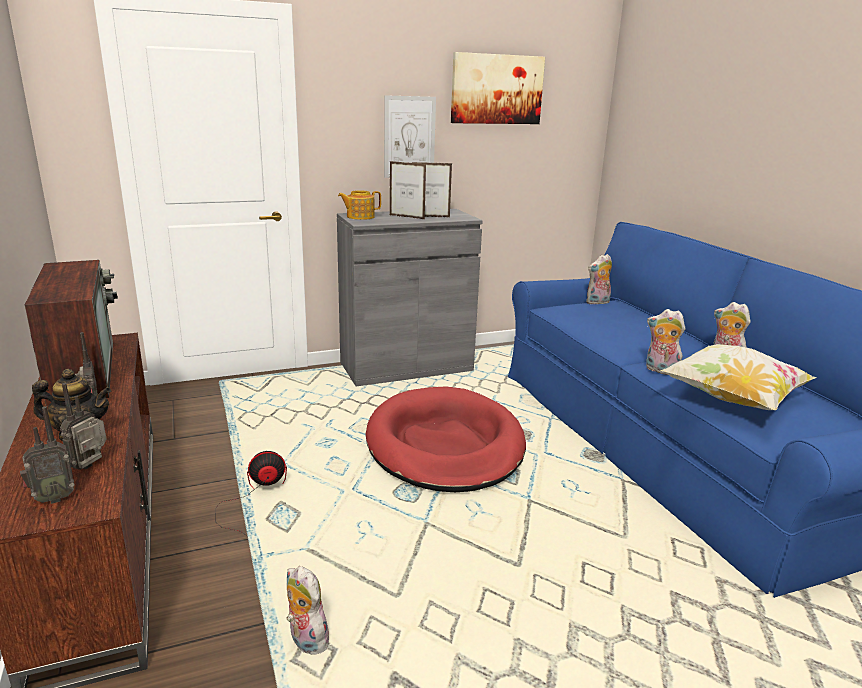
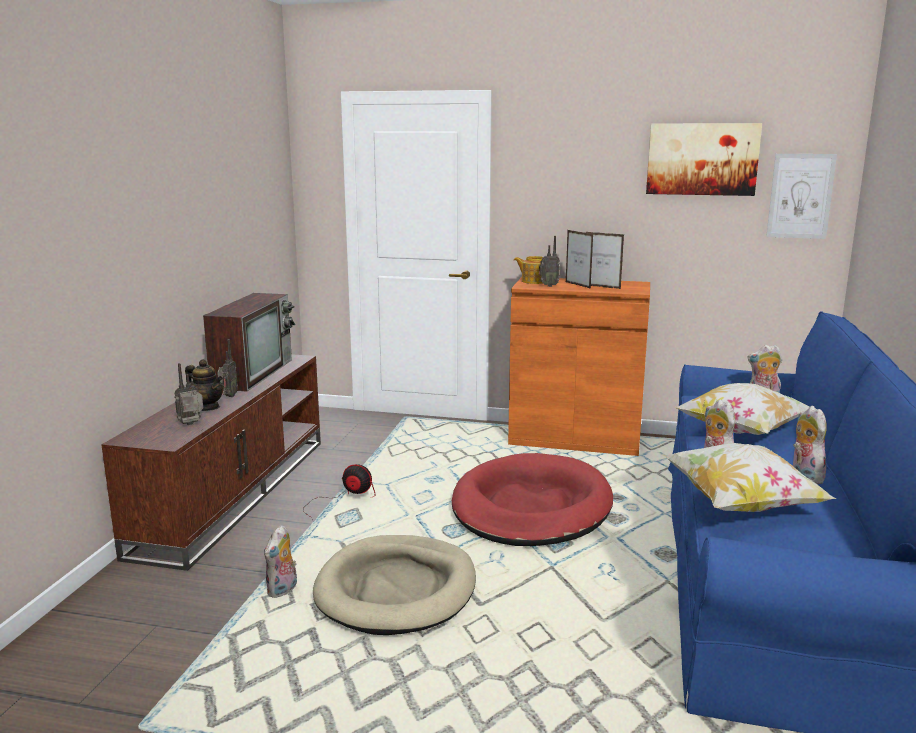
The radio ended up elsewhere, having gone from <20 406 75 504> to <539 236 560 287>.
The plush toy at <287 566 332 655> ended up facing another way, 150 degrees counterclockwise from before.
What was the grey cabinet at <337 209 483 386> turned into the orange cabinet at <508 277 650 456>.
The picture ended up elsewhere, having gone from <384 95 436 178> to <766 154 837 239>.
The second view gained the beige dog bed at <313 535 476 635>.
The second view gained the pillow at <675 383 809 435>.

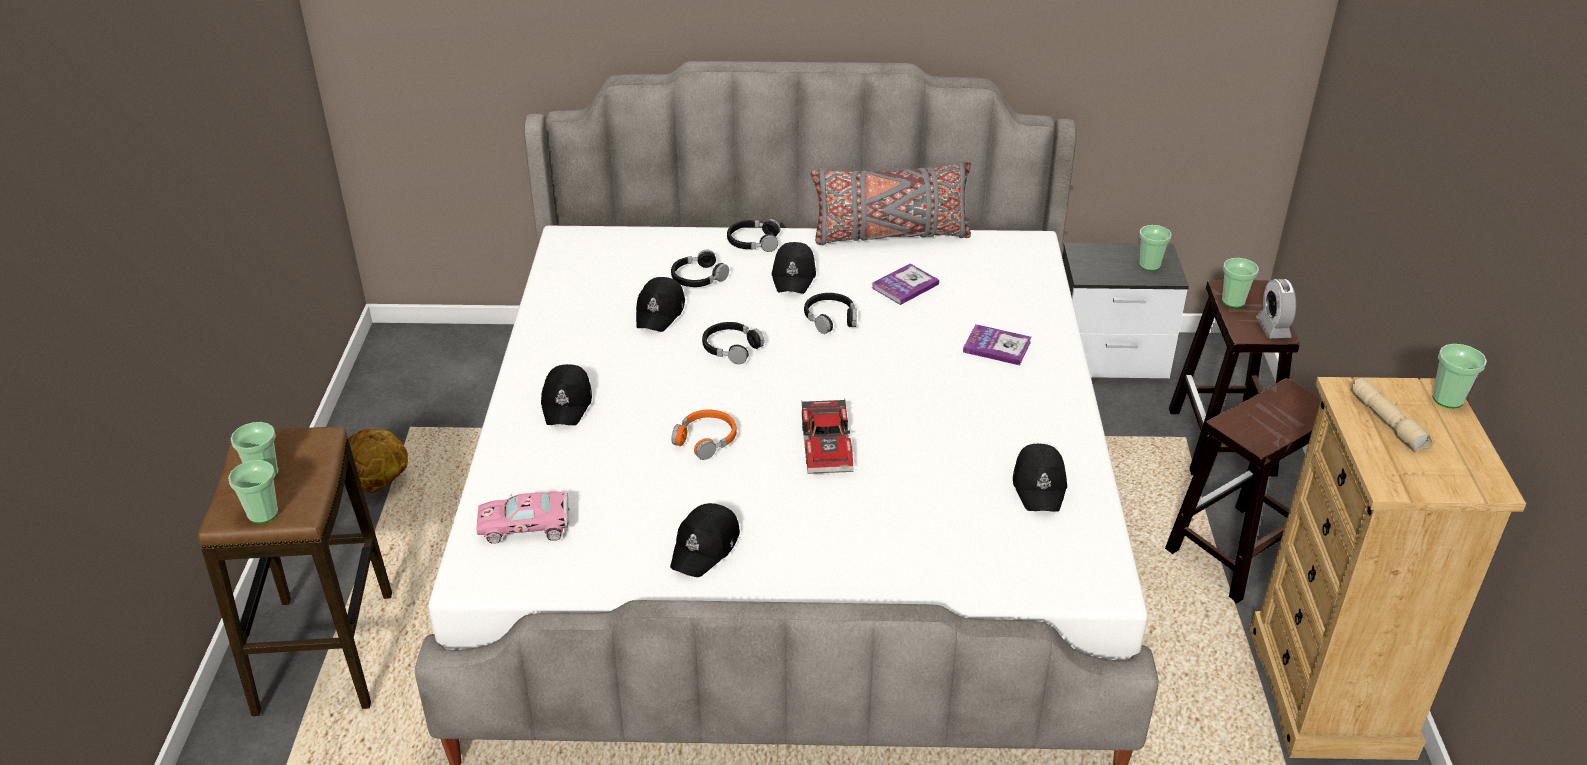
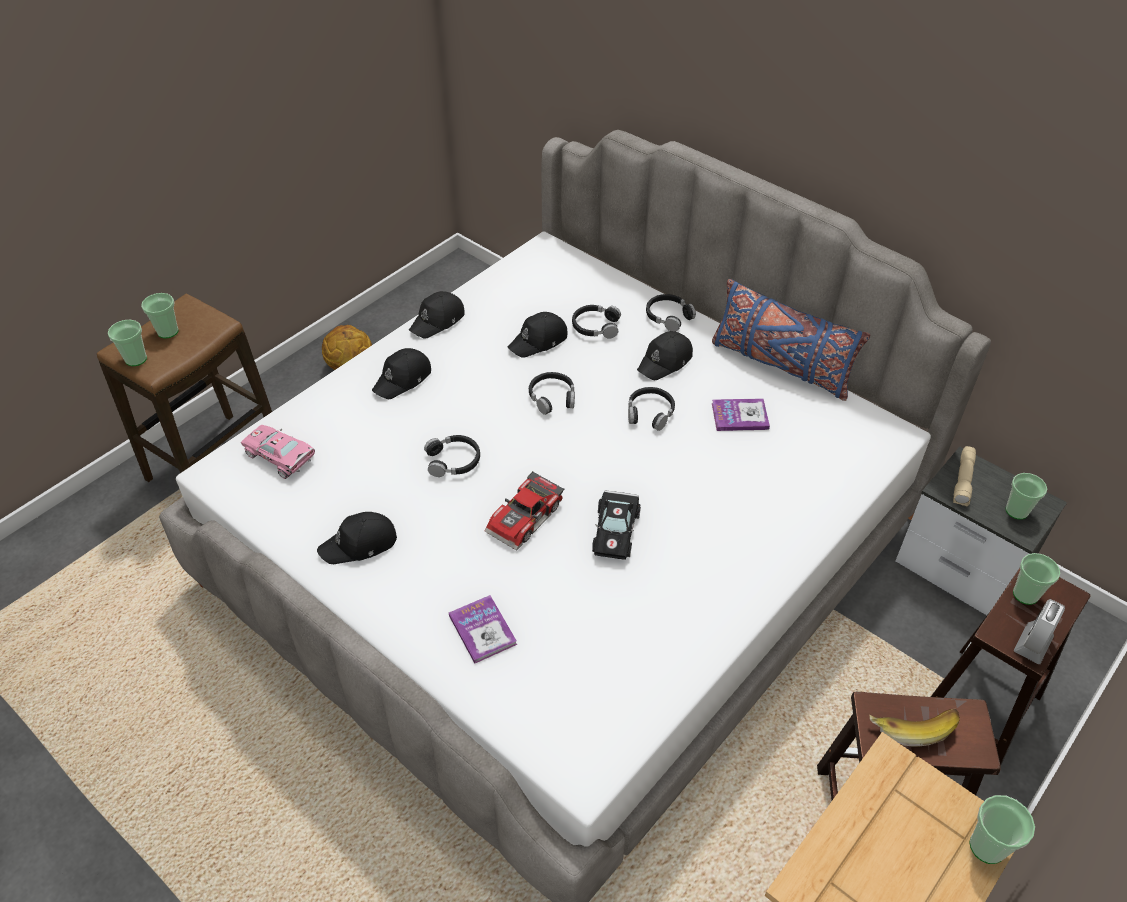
What was the orange headphones at <672 410 737 460> turned into the black headphones at <424 435 480 477>.
What was the grey pillow at <811 162 971 245> turned into the blue pillow at <712 279 870 401>.
The book ended up elsewhere, having gone from <963 324 1031 365> to <449 595 517 664>.
The black cap ended up elsewhere, having gone from <1013 444 1067 512> to <409 291 465 339>.
The beige flashlight ended up elsewhere, having gone from <1351 378 1433 452> to <953 446 976 506>.
The second view gained the black toy car at <592 490 641 560>.
The second view gained the banana at <870 709 960 747>.

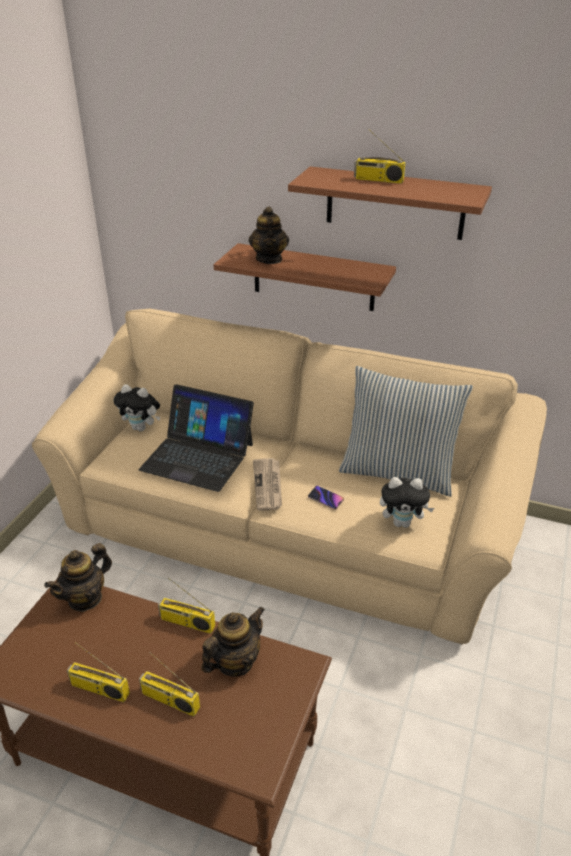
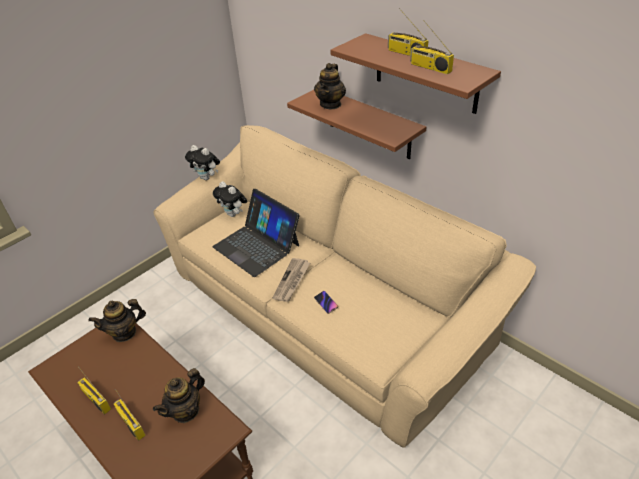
The radio ended up elsewhere, having gone from <158 577 215 634> to <410 21 454 74>.
The teapot at <201 606 265 677> ended up facing another way, 150 degrees clockwise from before.
The second view lost the pillow at <339 366 473 497>.
The plush toy ended up elsewhere, having gone from <380 477 434 528> to <185 145 220 180>.

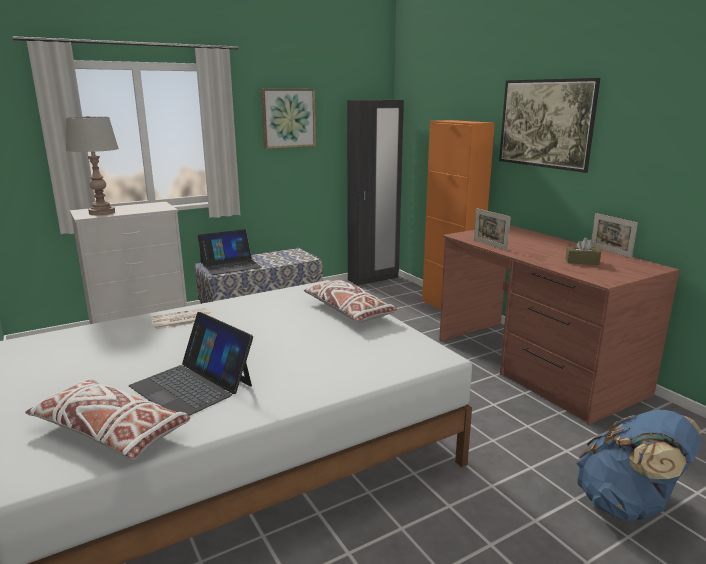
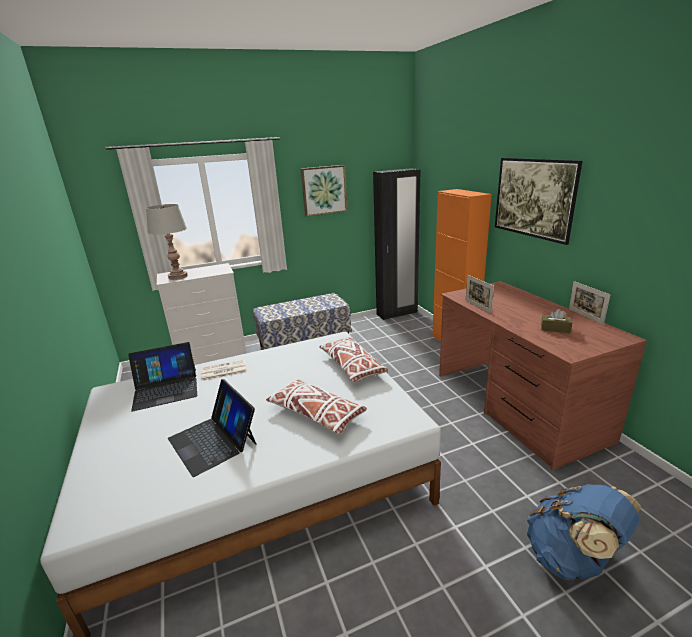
The white pillow ended up elsewhere, having gone from <25 379 190 460> to <266 379 367 435>.
The laptop ended up elsewhere, having gone from <198 229 262 275> to <128 342 197 412>.

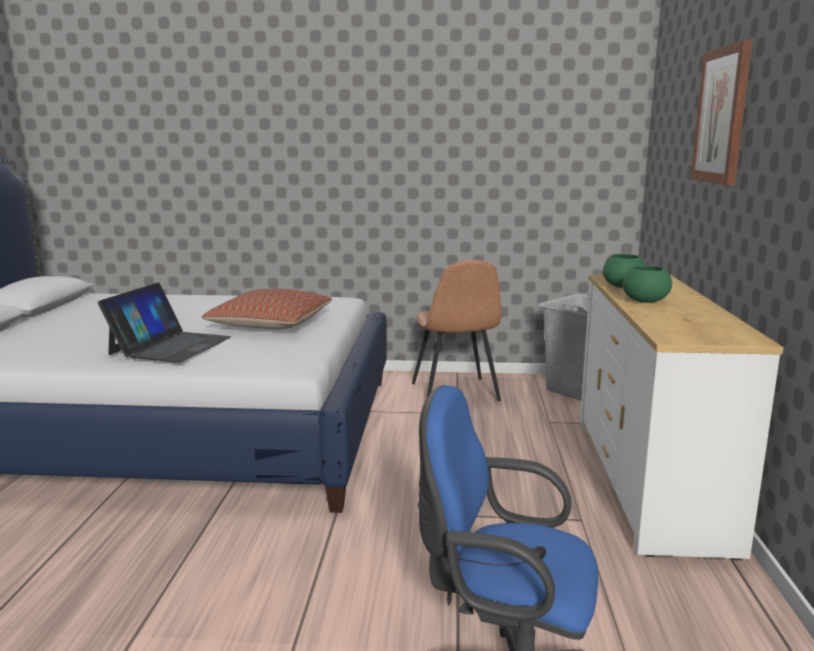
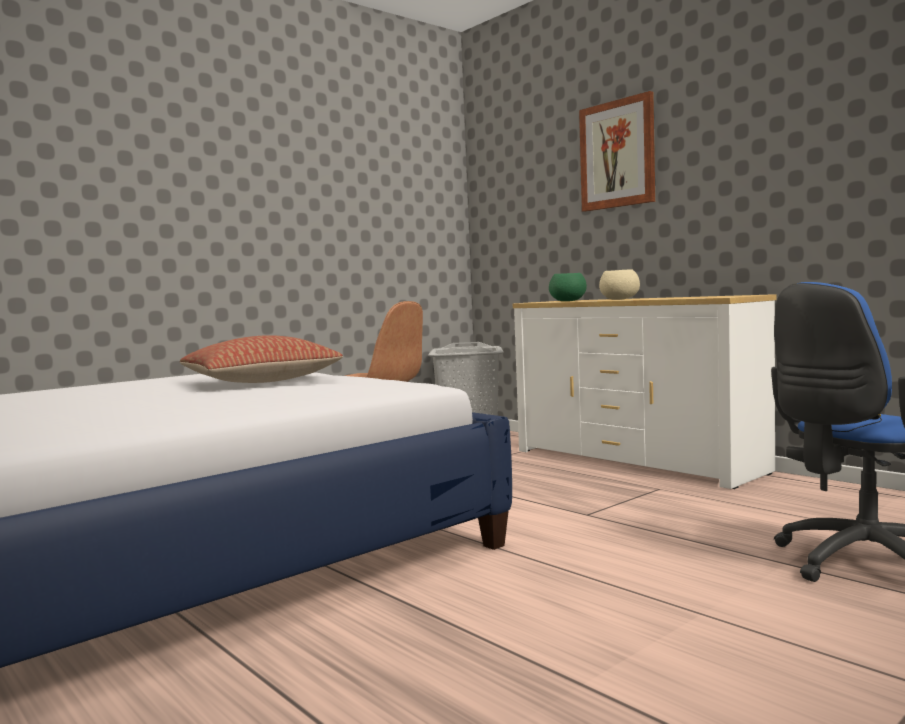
The second view lost the laptop at <98 283 231 363>.
What was the green bowl at <623 265 672 303> turned into the beige bowl at <599 269 640 300>.

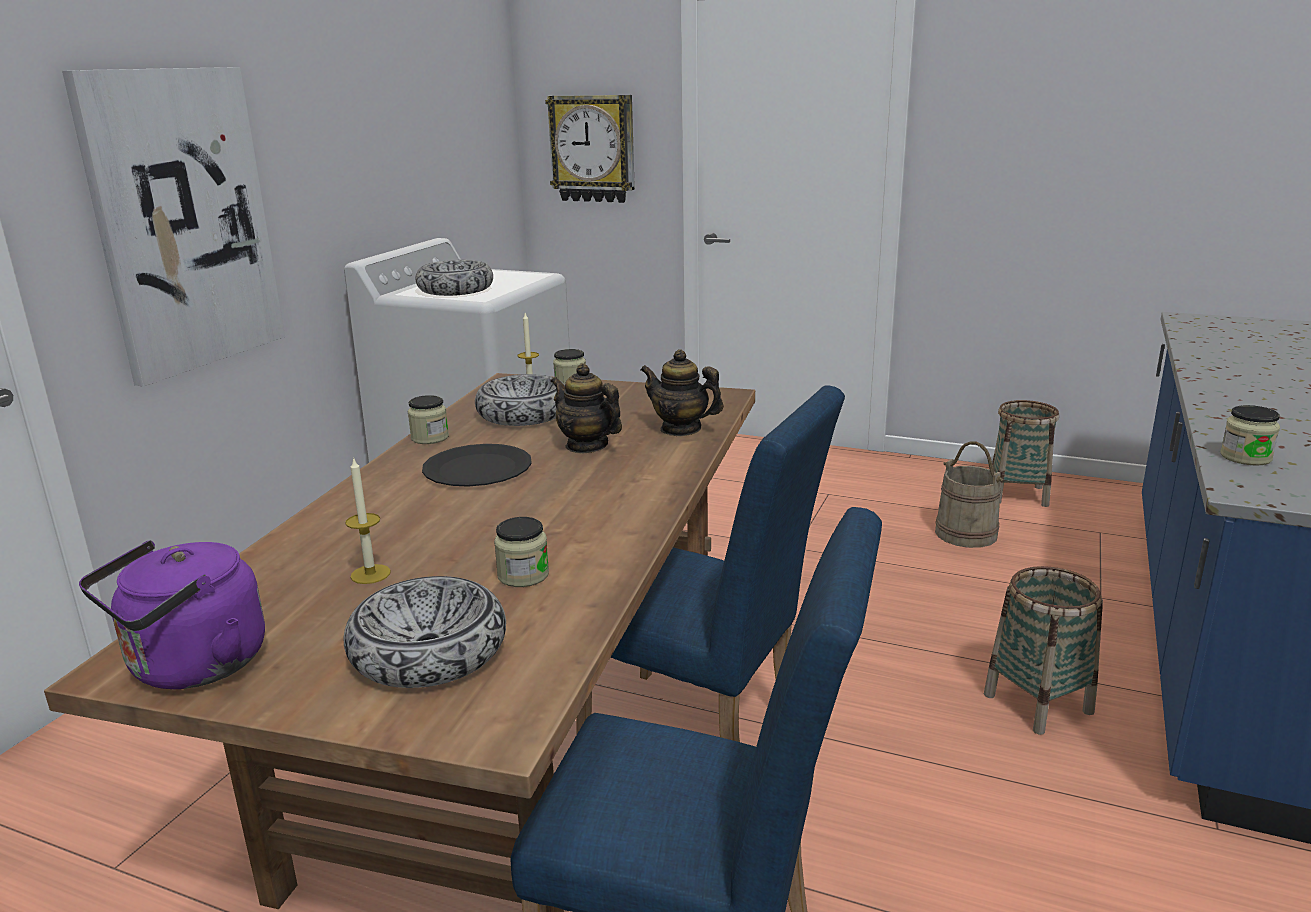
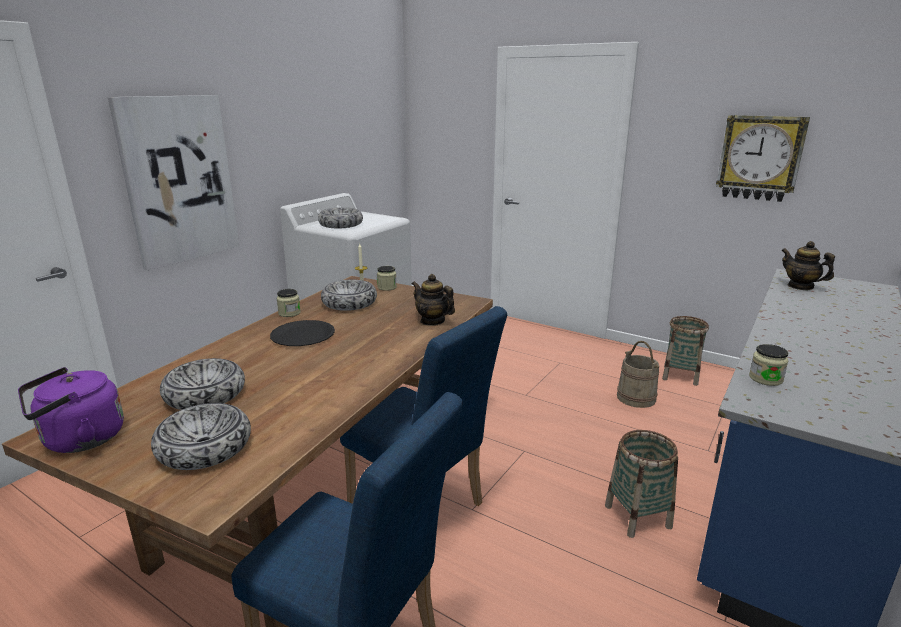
Where the candle stood at <345 457 391 584>, the bowl came to stand at <160 358 245 410>.
The second view lost the jar at <494 517 549 587>.
The wall clock ended up elsewhere, having gone from <545 95 635 203> to <716 115 810 202>.
The teapot ended up elsewhere, having gone from <551 363 622 453> to <781 241 835 290>.

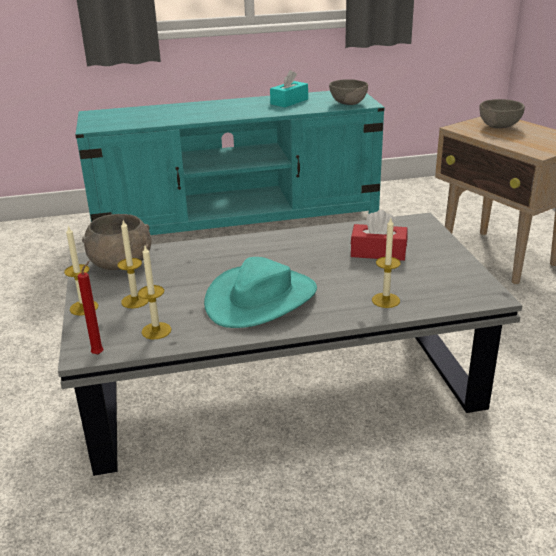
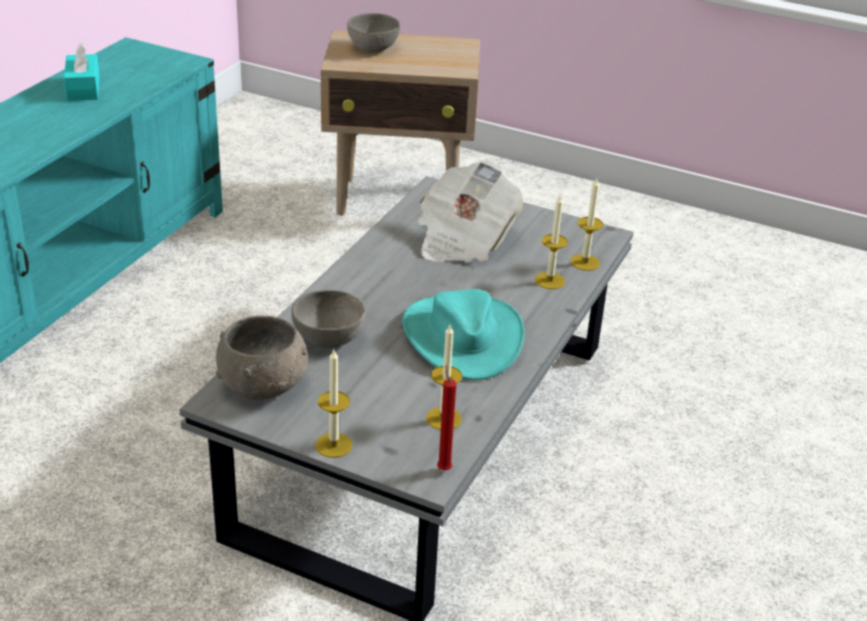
The candle ended up elsewhere, having gone from <118 220 149 309> to <570 178 603 271>.
The grey bowl ended up elsewhere, having gone from <329 79 368 105> to <291 290 366 348>.
Where the red tissue box stood at <351 210 407 261>, the newspaper came to stand at <418 161 524 262>.

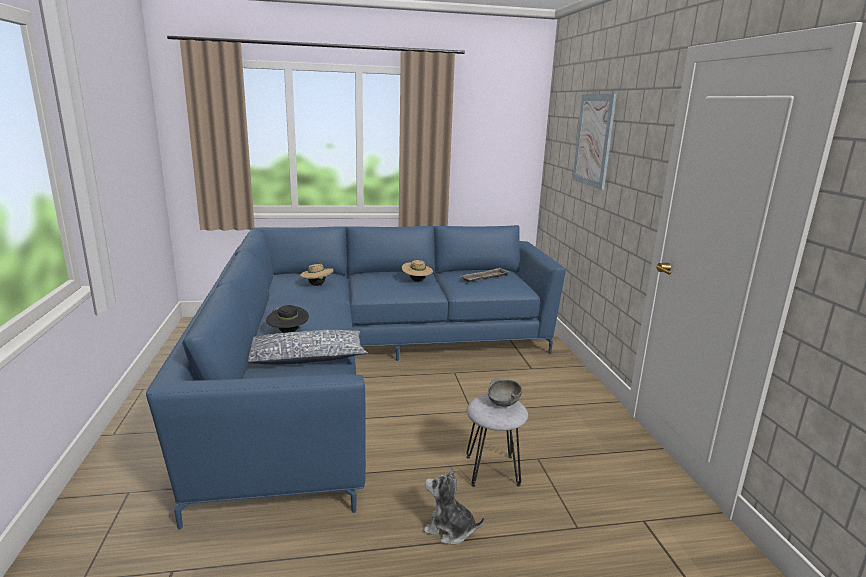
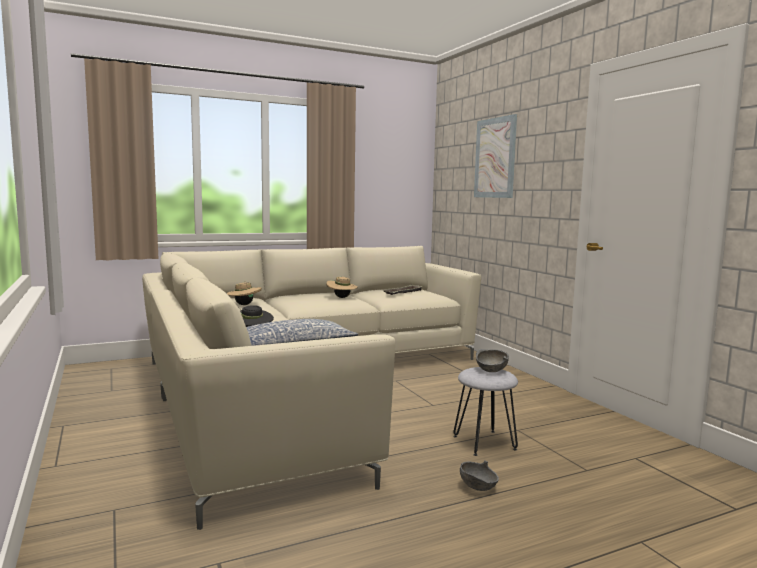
What was the blue sofa at <146 225 566 529> turned into the beige sofa at <142 246 481 530>.
Where the plush toy stood at <423 468 485 544>, the grey bowl came to stand at <460 460 499 491>.

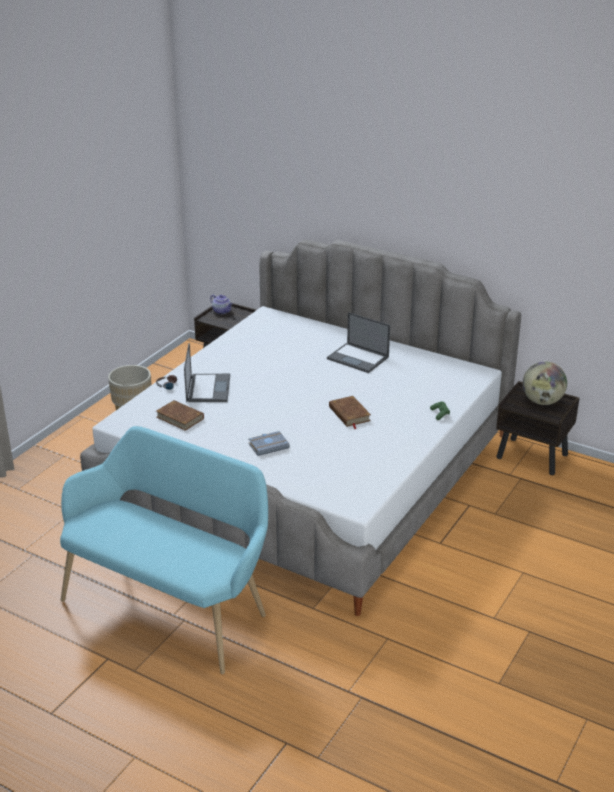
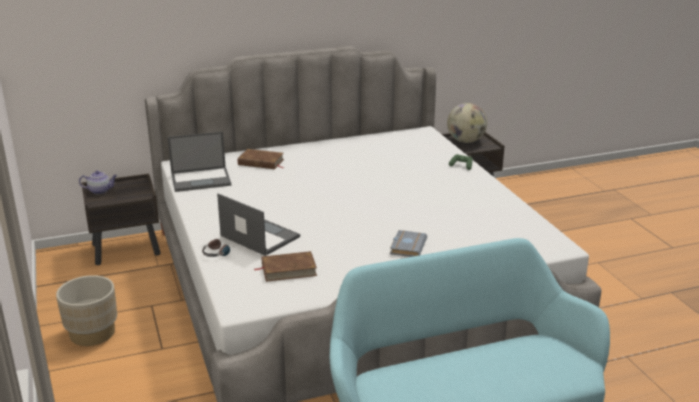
The laptop ended up elsewhere, having gone from <327 312 390 373> to <168 132 231 192>.
The brown book ended up elsewhere, having gone from <329 396 371 429> to <238 149 284 169>.

